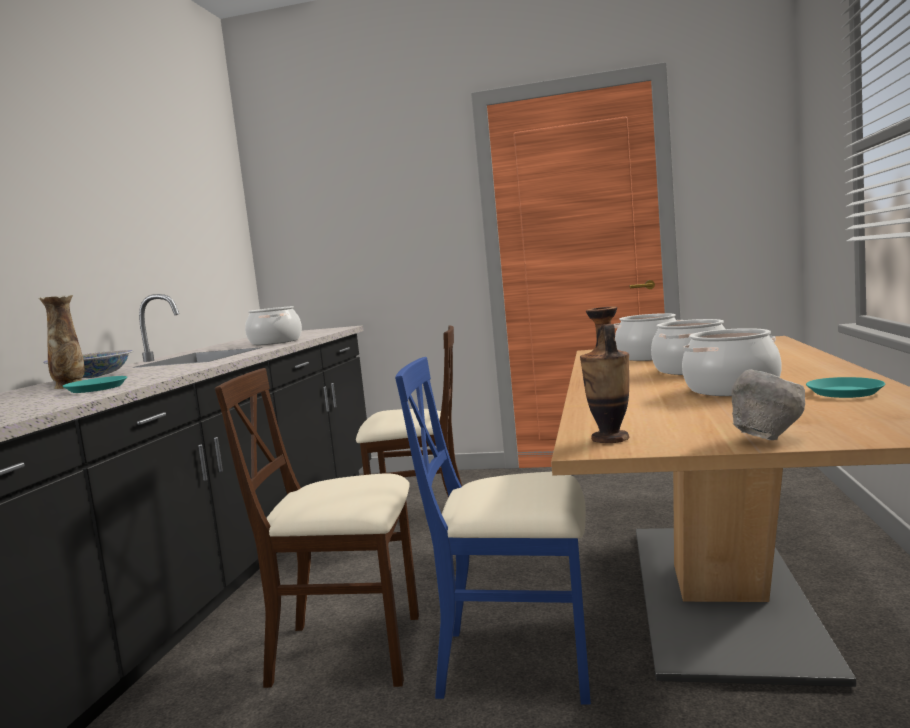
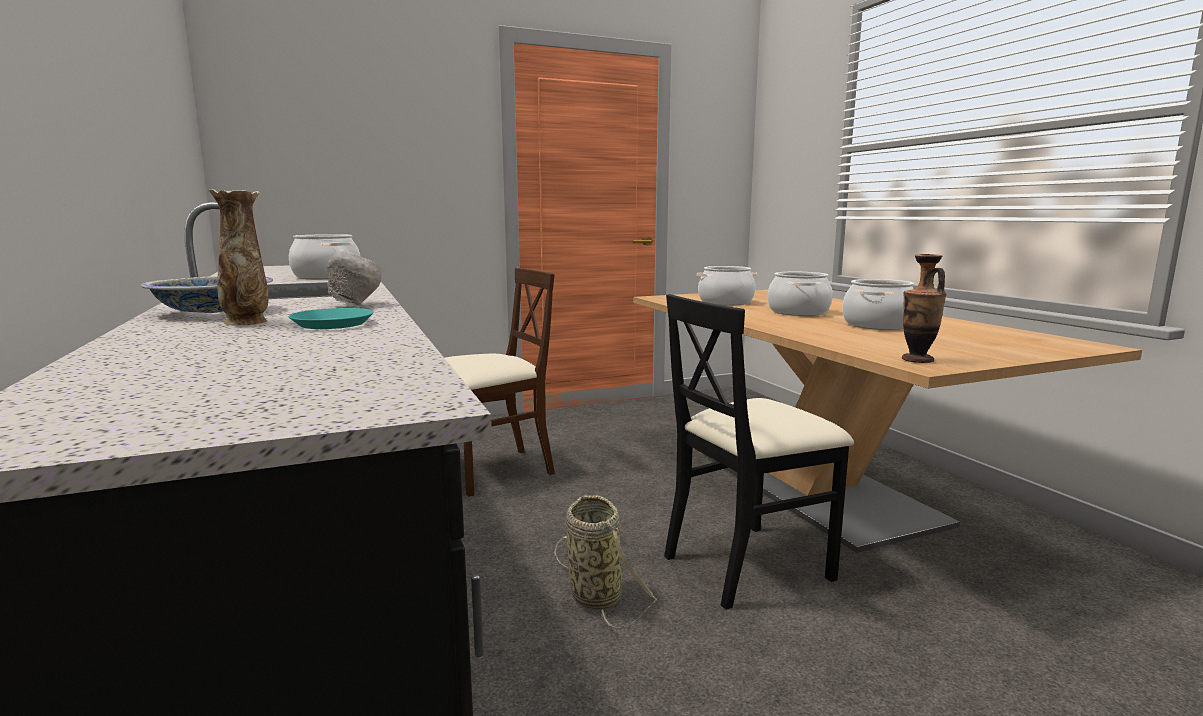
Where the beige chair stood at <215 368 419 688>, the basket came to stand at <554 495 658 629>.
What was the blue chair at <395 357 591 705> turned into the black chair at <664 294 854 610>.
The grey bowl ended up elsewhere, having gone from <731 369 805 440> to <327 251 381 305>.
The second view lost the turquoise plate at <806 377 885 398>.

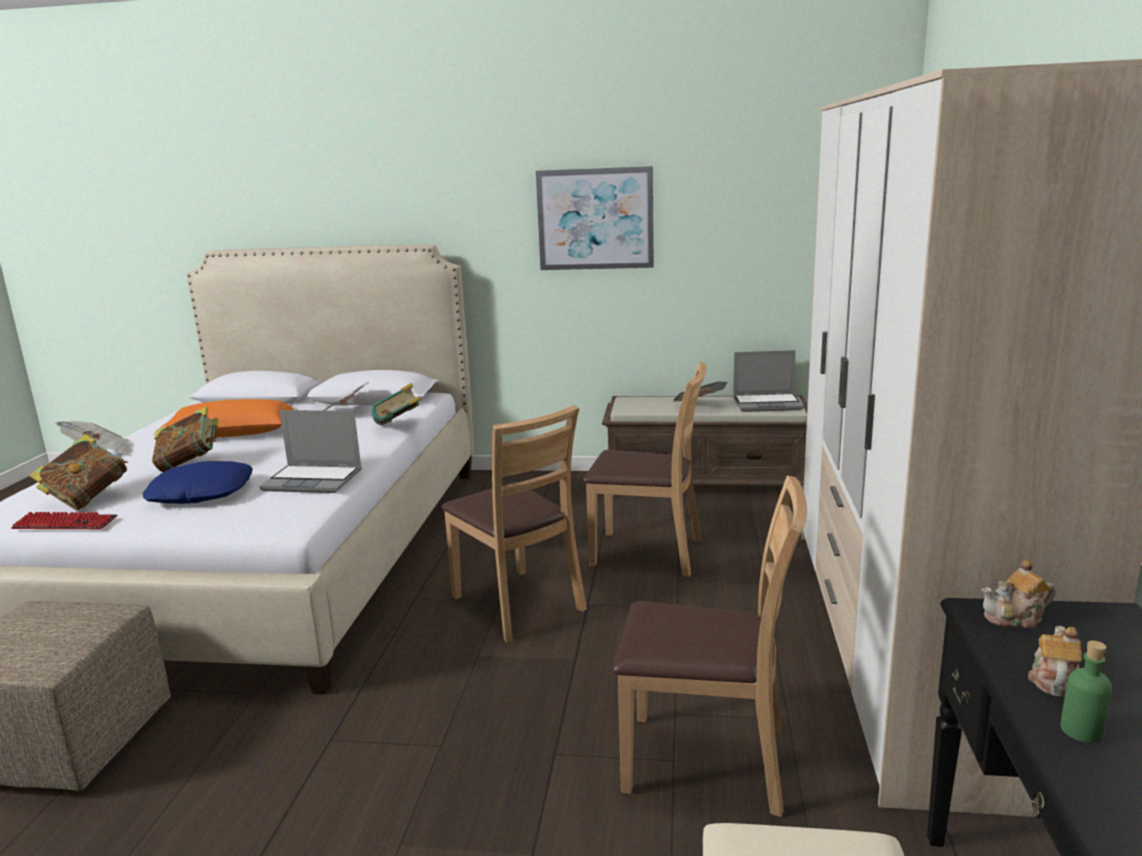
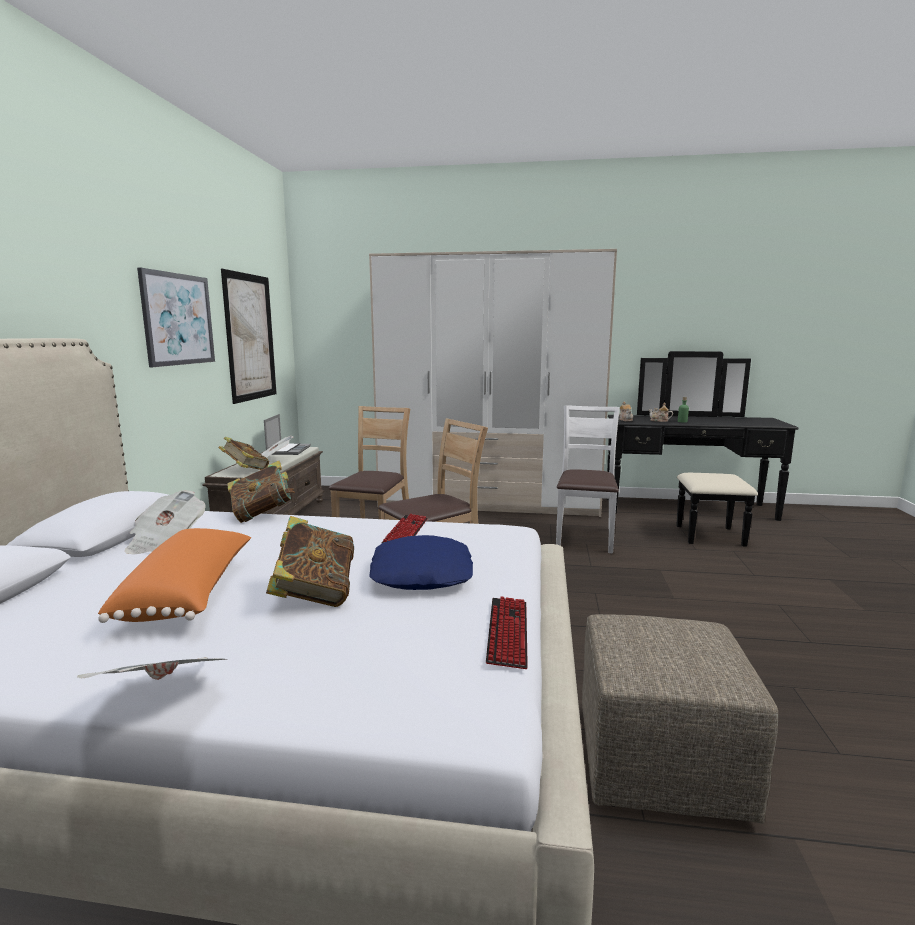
The book ended up elsewhere, having gone from <29 434 128 511> to <219 437 269 470>.
Where the laptop stood at <259 410 362 493>, the keyboard came to stand at <382 514 428 543>.
What was the brown chair at <613 475 807 817> turned into the white chair at <556 405 620 553>.
The second view gained the picture at <221 269 277 404>.

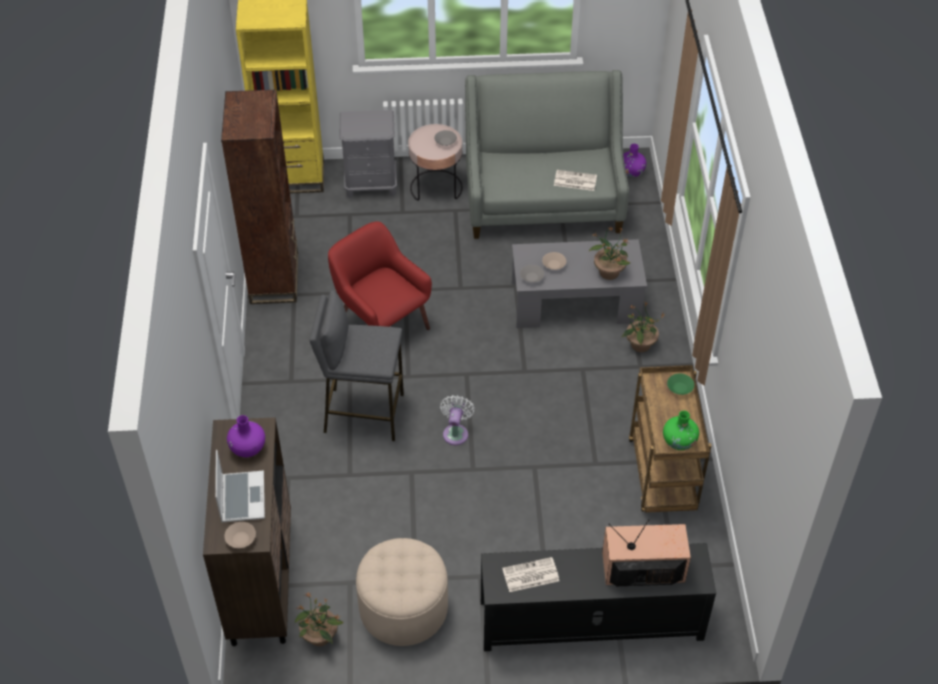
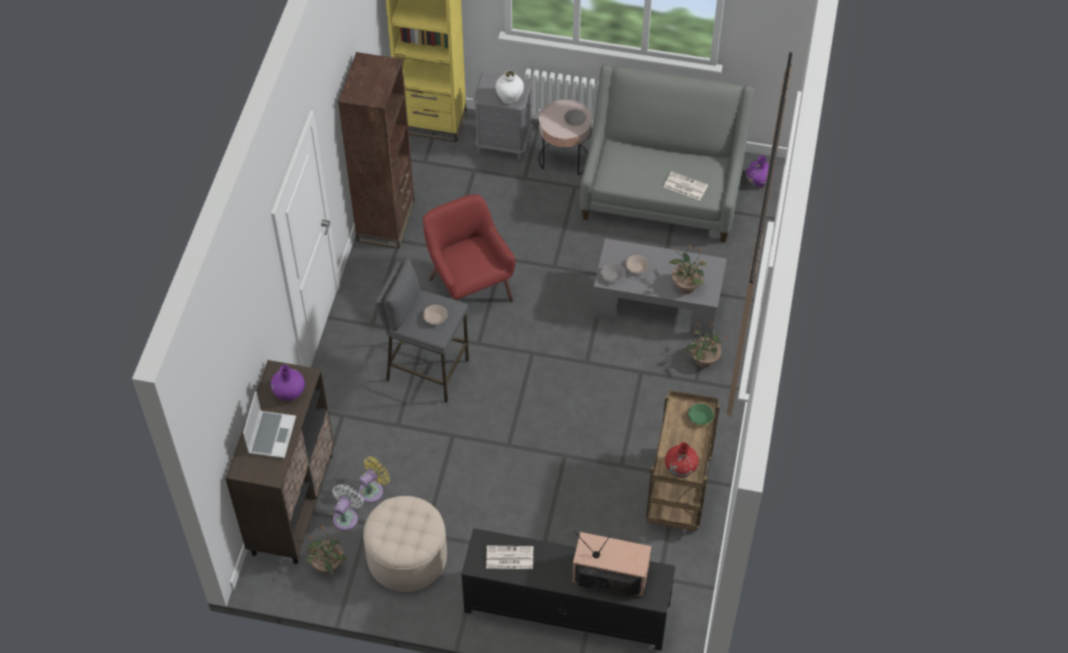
The beige bowl ended up elsewhere, having gone from <225 522 256 548> to <423 305 448 325>.
The white fan ended up elsewhere, having gone from <440 395 475 445> to <332 484 364 531>.
What was the green vase at <663 411 699 450> turned into the red vase at <665 442 699 477>.
The second view gained the yellow fan at <358 456 390 503>.
The second view gained the white vase at <495 71 524 104>.

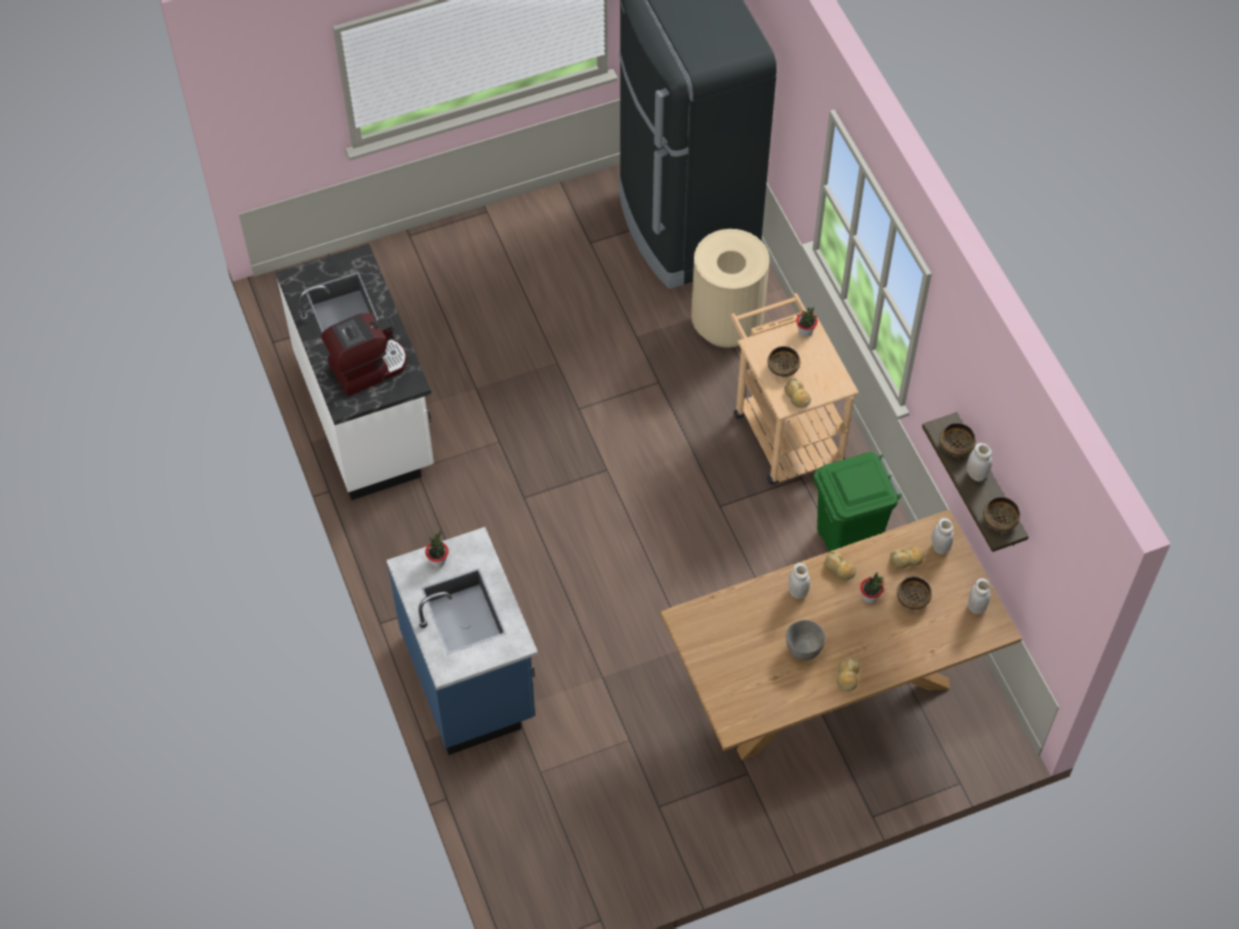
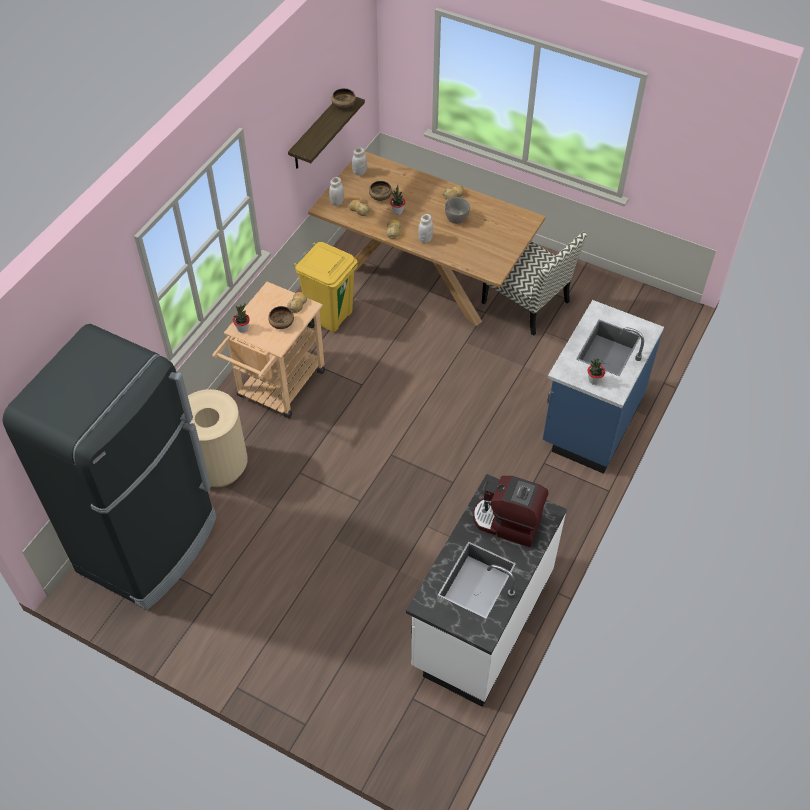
What was the green trash can at <813 452 902 552> turned into the yellow trash can at <293 242 358 332>.
The second view lost the bowl at <939 423 976 457>.
The second view lost the white jar at <967 443 992 481>.
The second view gained the chair at <482 232 587 336>.

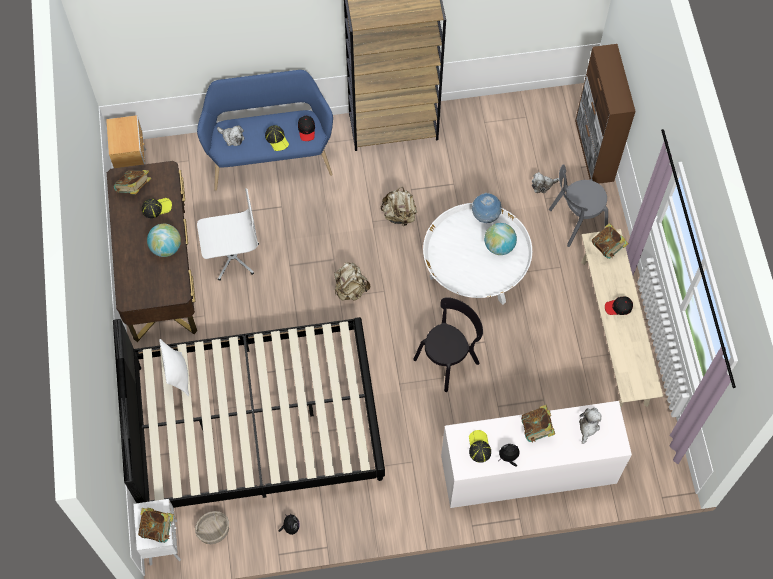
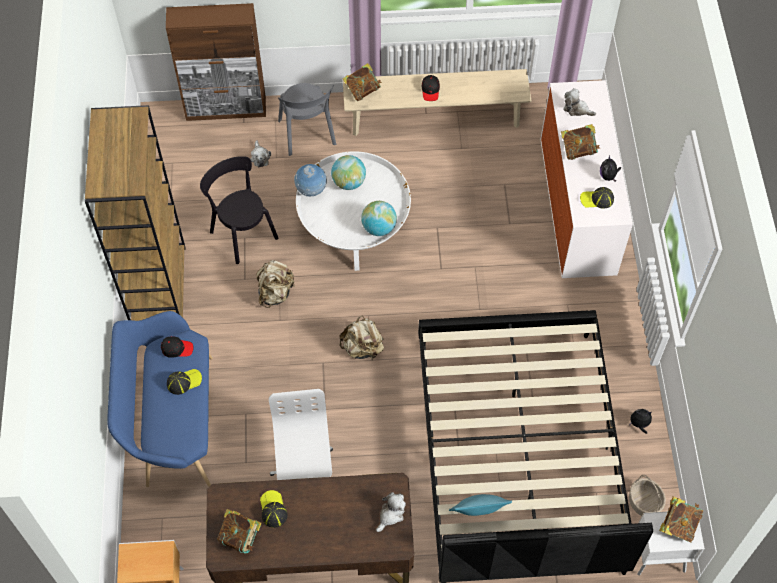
The globe ended up elsewhere, having gone from <147 224 181 257> to <361 201 397 236>.
What was the white pillow at <159 339 189 396> turned into the turquoise pillow at <449 494 512 516>.
The plush toy ended up elsewhere, having gone from <217 125 244 146> to <376 492 406 532>.
The black chair ended up elsewhere, having gone from <413 297 483 392> to <200 156 278 264>.

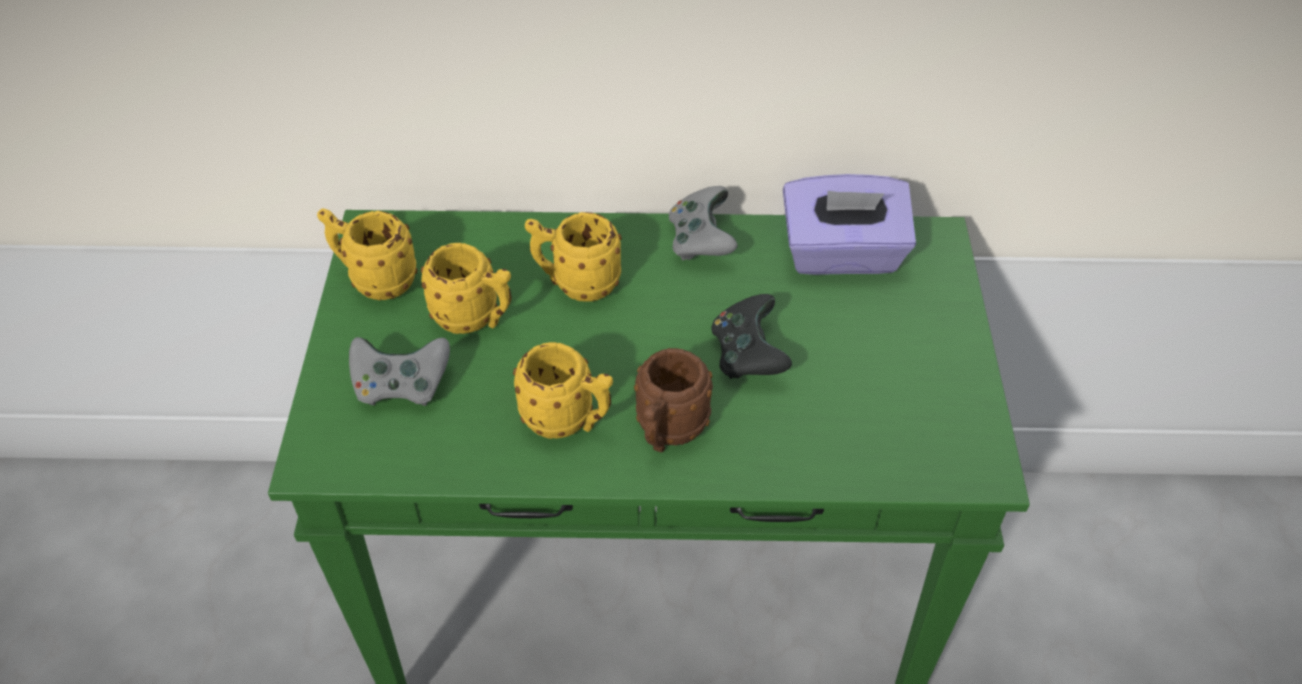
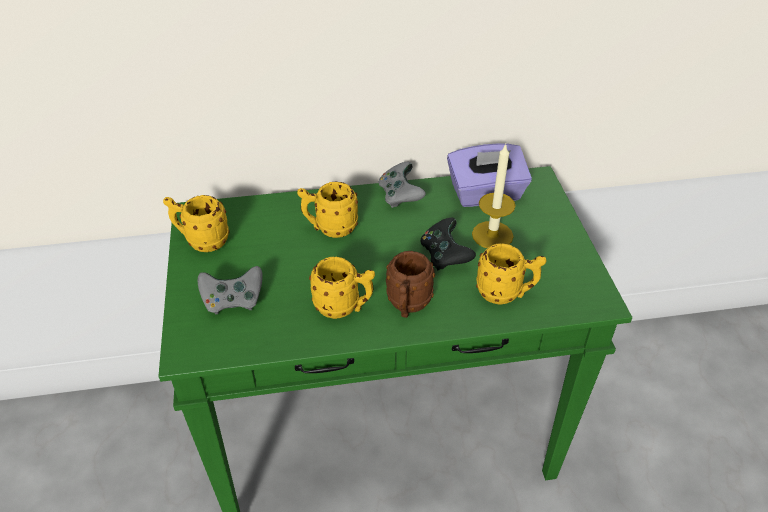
The yellow mug ended up elsewhere, having gone from <421 243 512 334> to <476 243 546 305>.
The second view gained the candle at <472 144 516 248>.

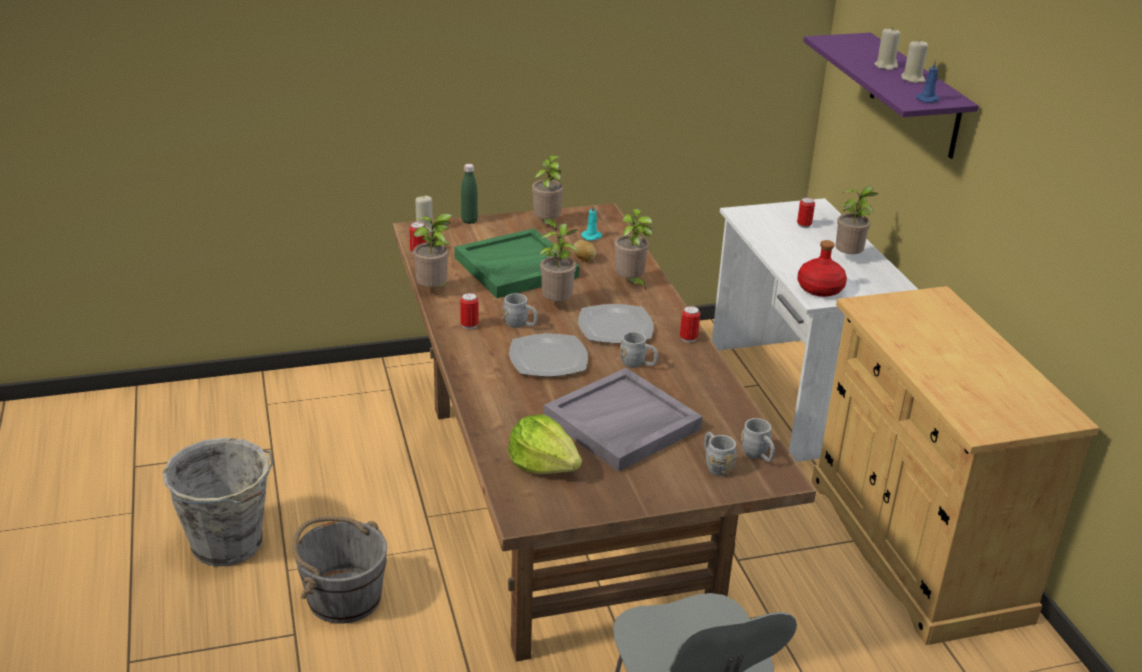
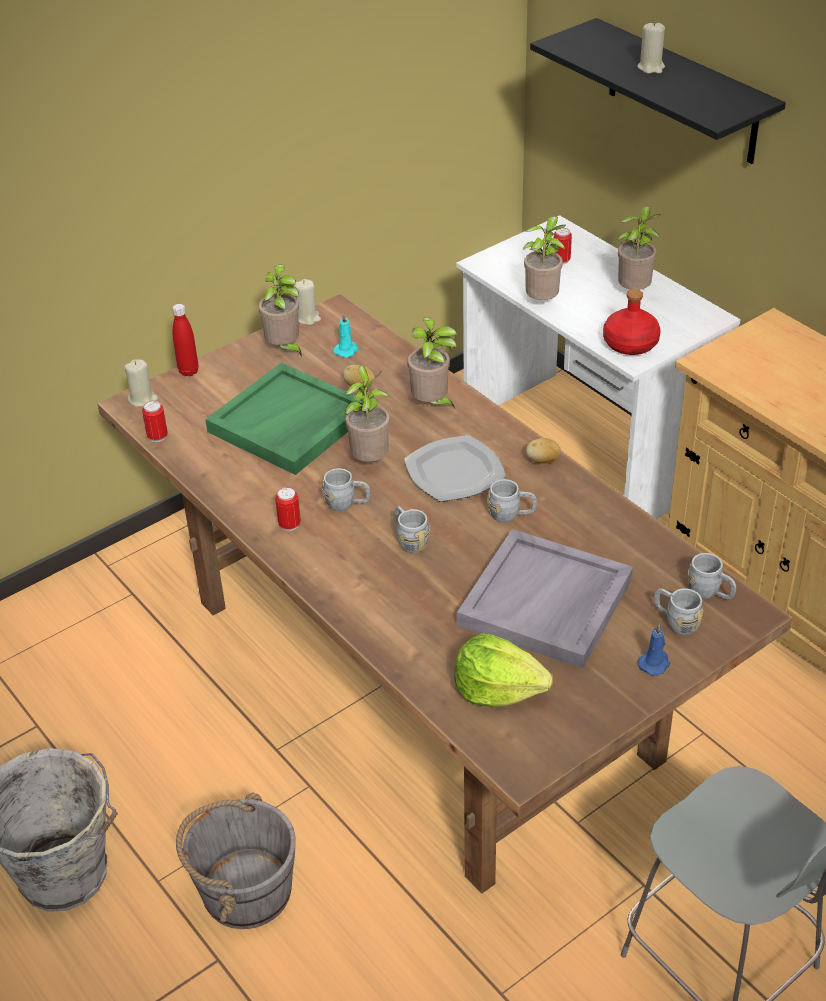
The potted plant ended up elsewhere, having gone from <413 213 453 287> to <523 216 566 300>.
What was the green bottle at <461 164 478 224> turned into the red bottle at <172 304 199 376>.
Where the plate stood at <509 334 588 377>, the grey mug came to stand at <395 506 430 554>.
Where the can stood at <680 306 700 342>, the potato came to stand at <526 438 560 464>.
What was the purple shelf at <803 33 979 159> turned into the black shelf at <530 18 786 164>.
The beige candle ended up elsewhere, having gone from <901 39 928 83> to <294 279 321 325>.
The blue candle ended up elsewhere, having gone from <916 59 940 103> to <638 624 670 676>.

